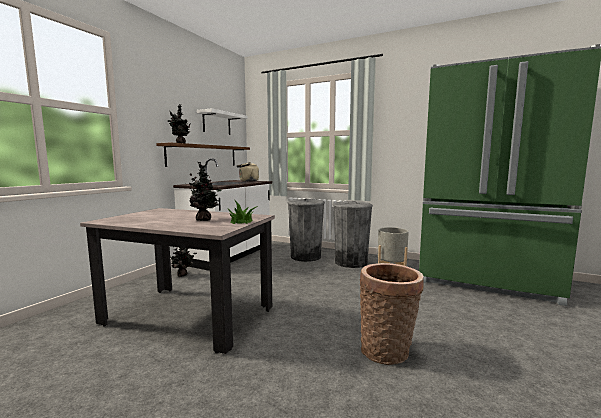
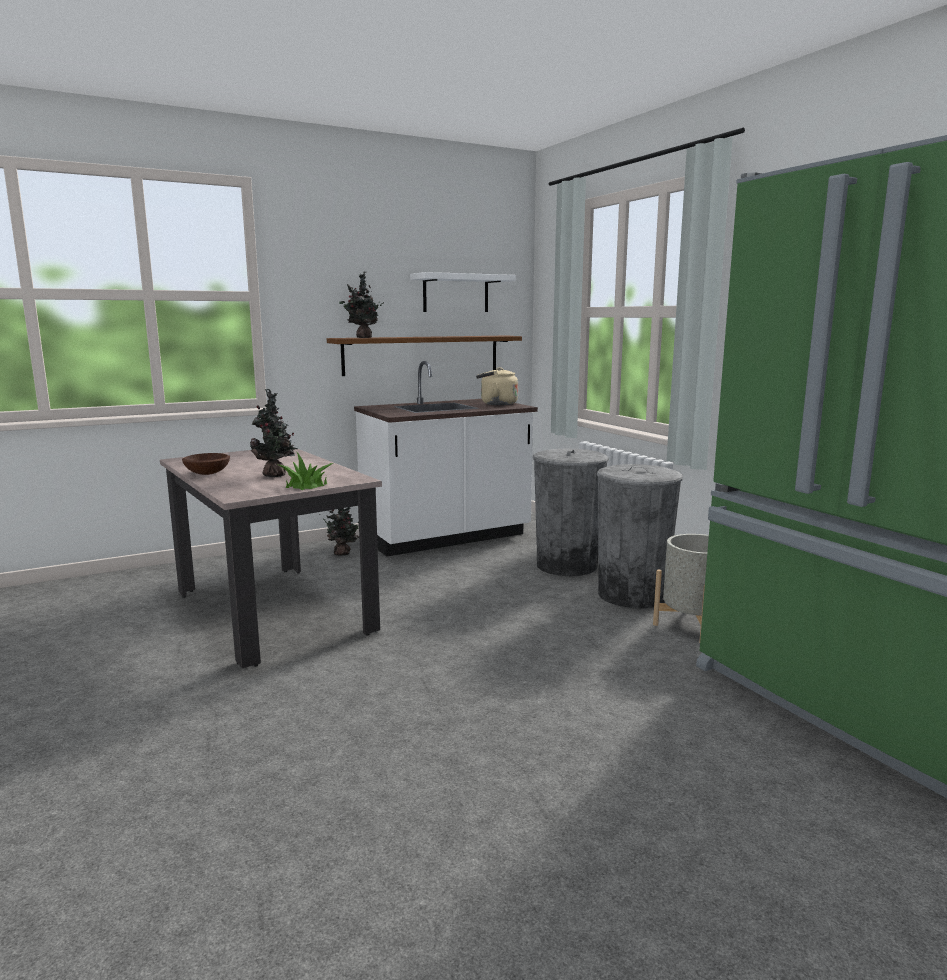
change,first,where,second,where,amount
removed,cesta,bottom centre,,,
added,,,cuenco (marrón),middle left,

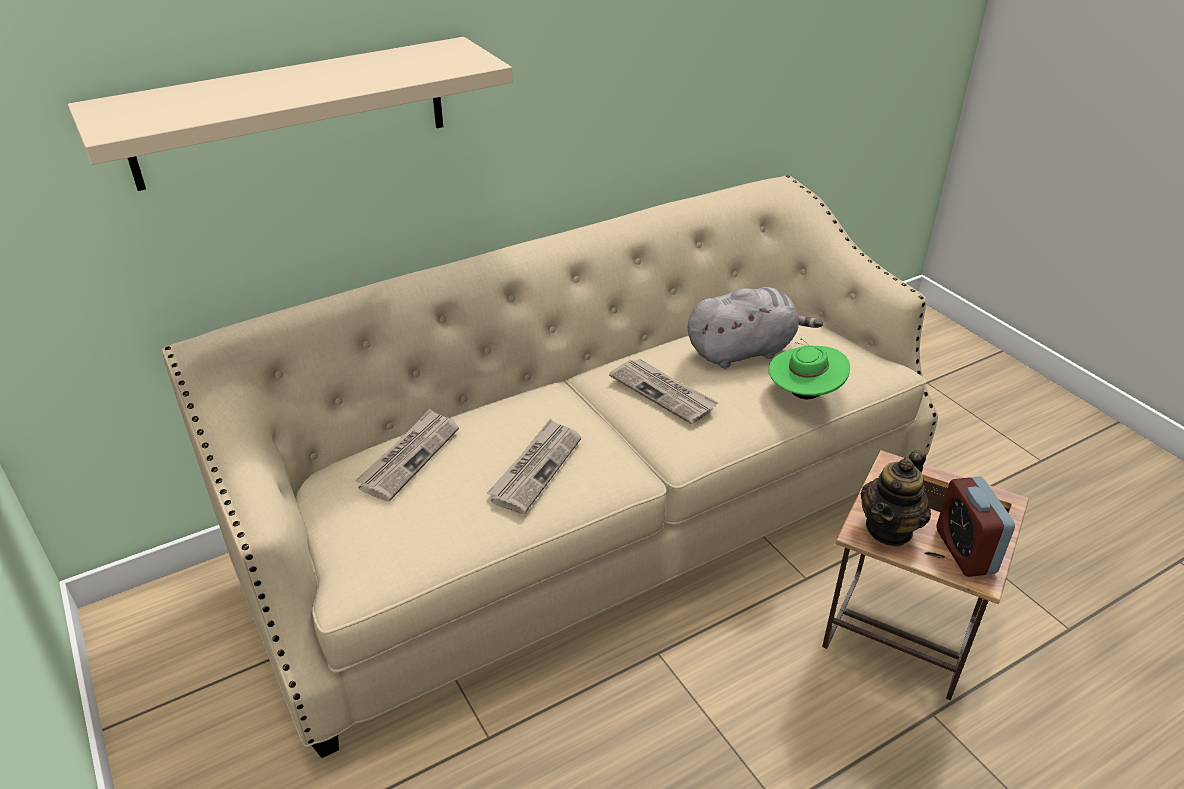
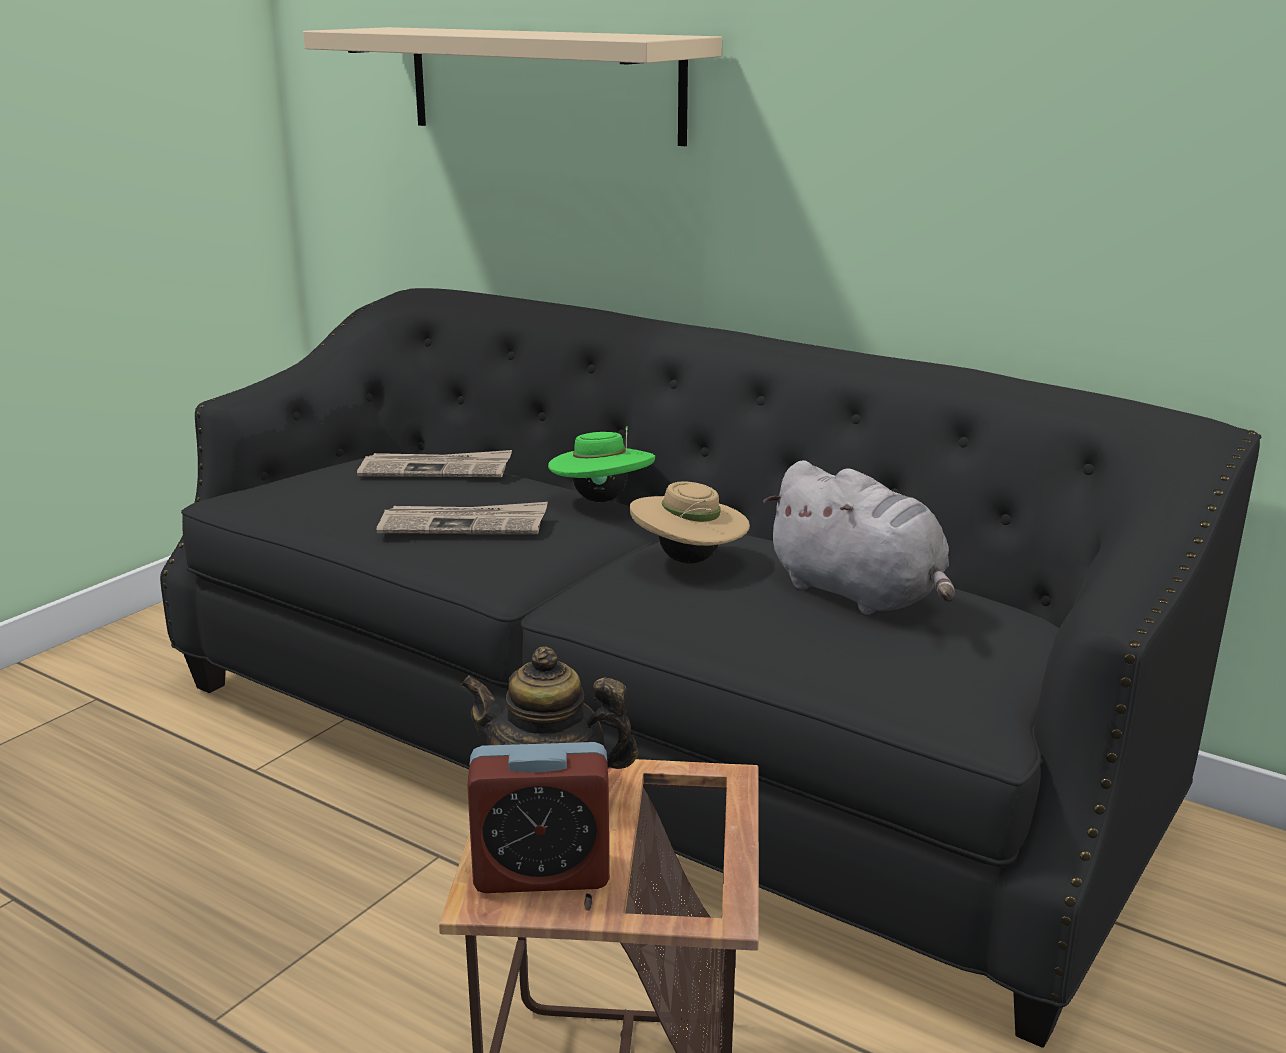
change,first,where,second,where,amount
recoloured,sofá (beis),centre,sofá (negro),centre,
replaced,periódico (3rd from left),centre,sombrero (beis),centre,
moved,sombrero (verde),middle right,,centre,
turned,despertador,bottom right,,bottom centre,150 degrees counterclockwise

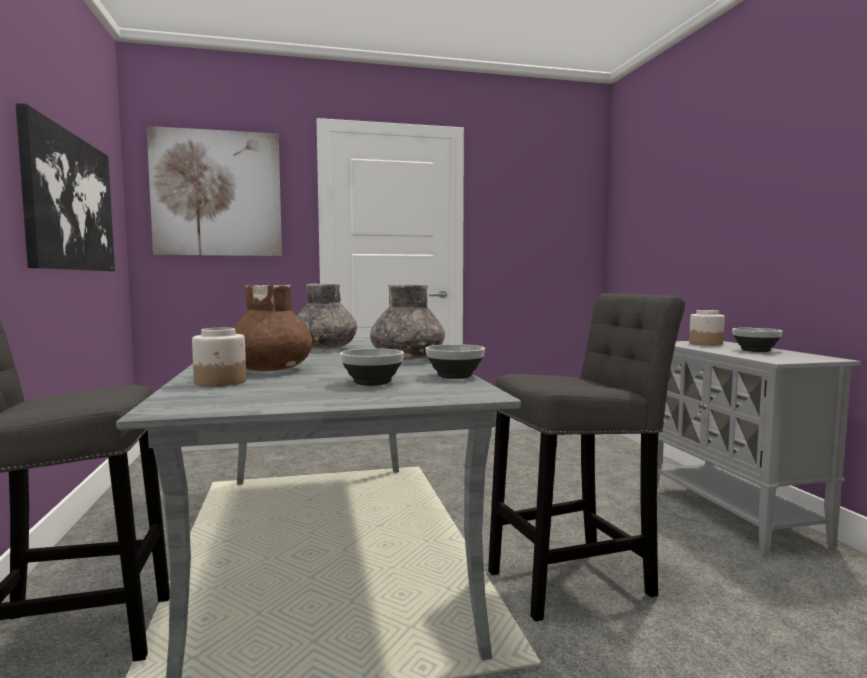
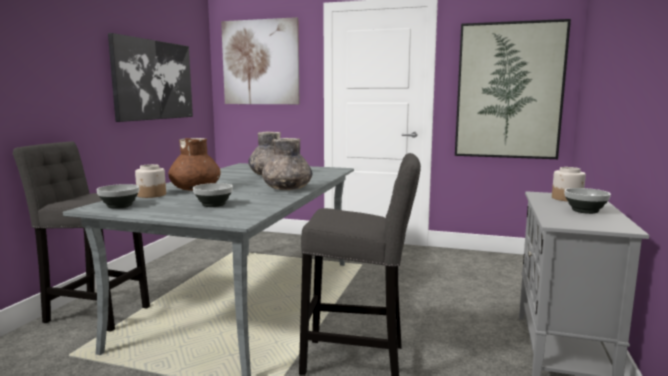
change,first,where,second,where,amount
moved,cuenco (2nd from left in the first image),centre,cuenco (1st from left),middle left,
added,,,cuadro (3rd from left),top right,

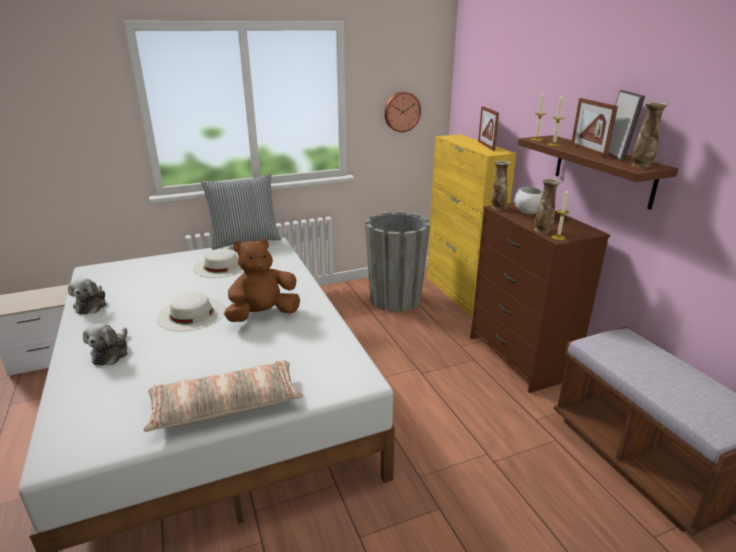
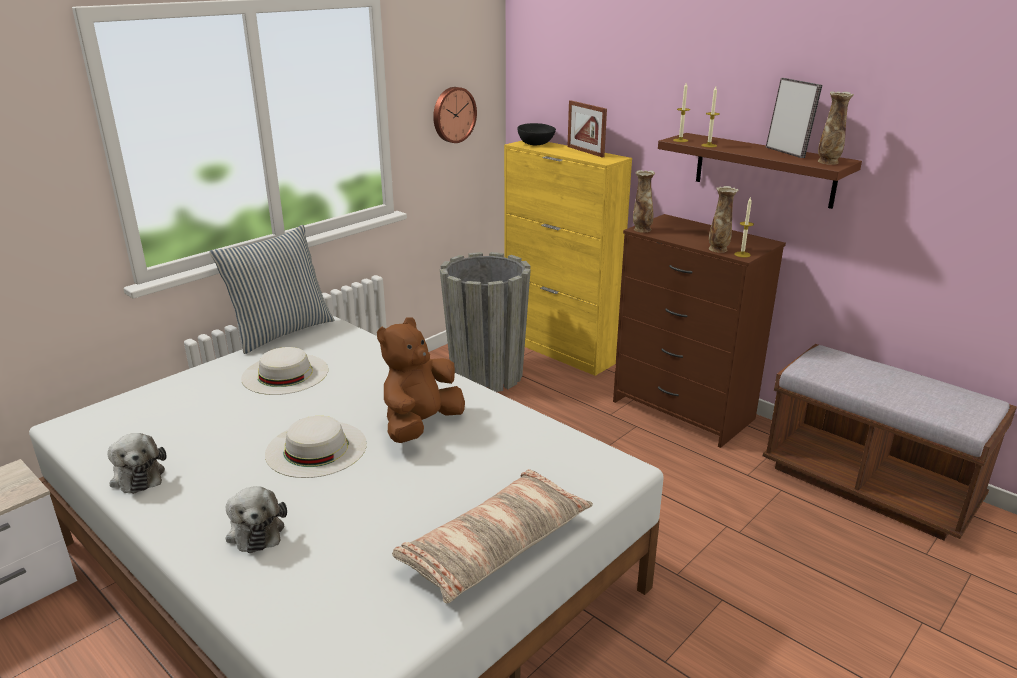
change,first,where,second,where,amount
removed,cuenco (blanco),middle right,,,
removed,portarretratos (2nd from left),top right,,,
added,,,cuenco (negro),top centre,

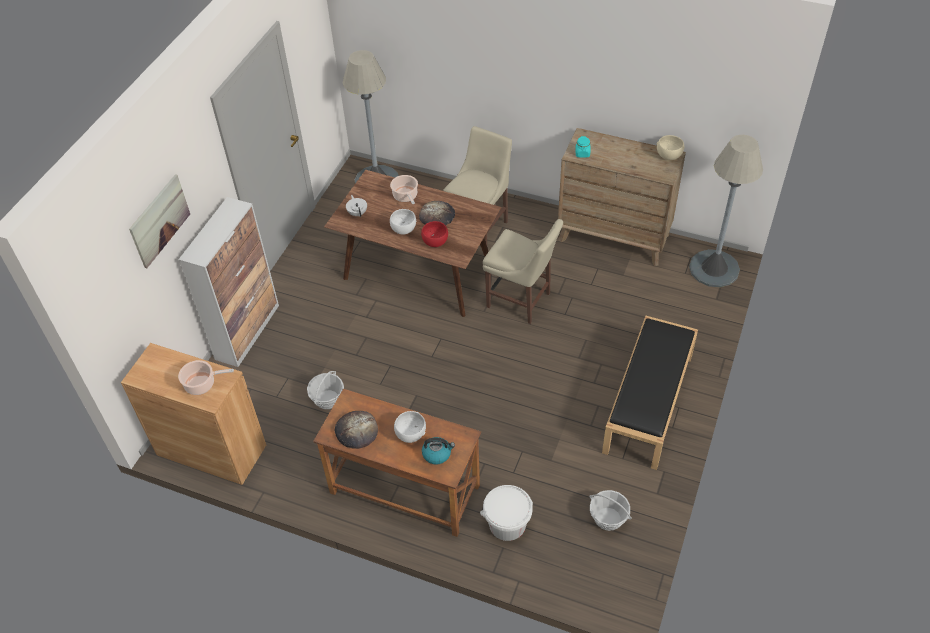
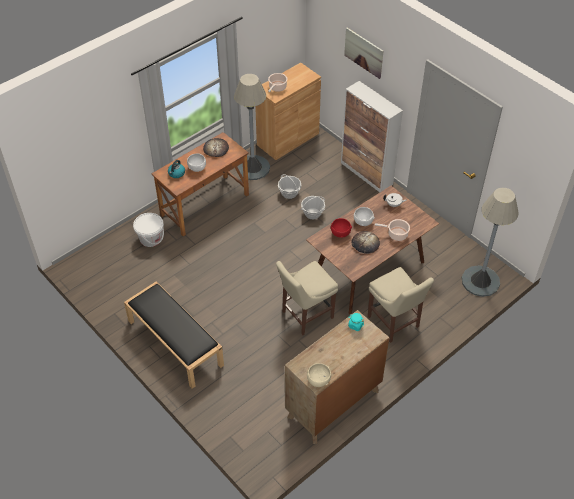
change,first,where,second,where,amount
moved,cesta (2nd from left),bottom centre,,centre,
moved,lámpara de pie (gris) (2nd from left in the first image),middle right,lámpara de pie (gris) (1st from left),top centre,

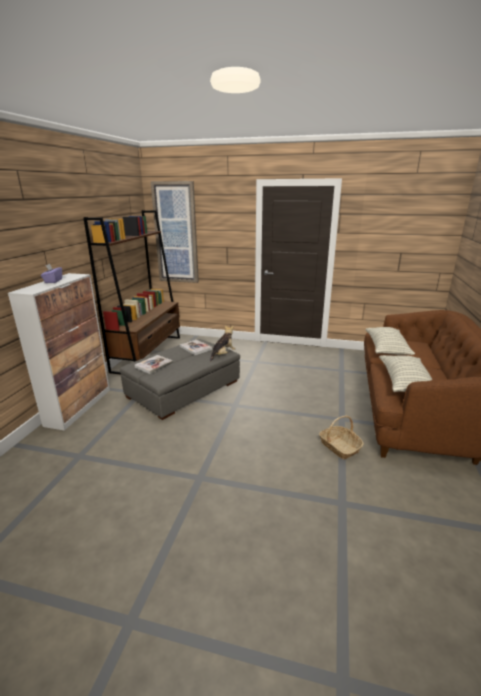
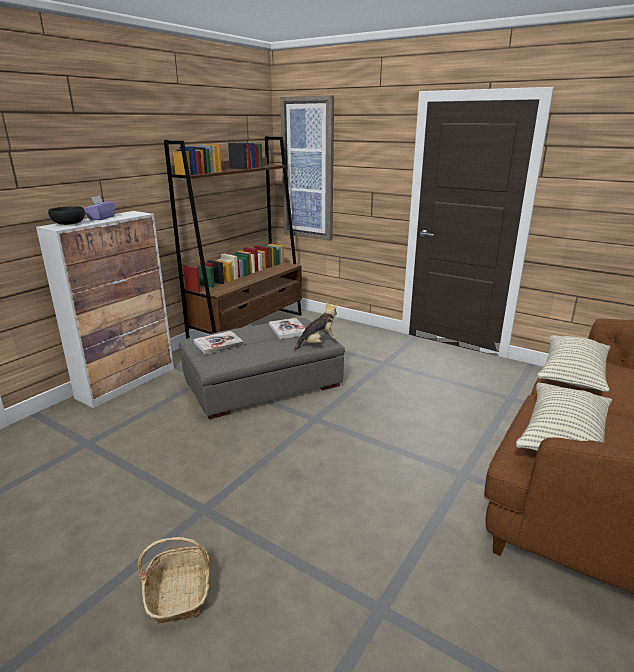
change,first,where,second,where,amount
moved,cesta,middle right,,bottom left,
added,,,cuenco (negro),top left,

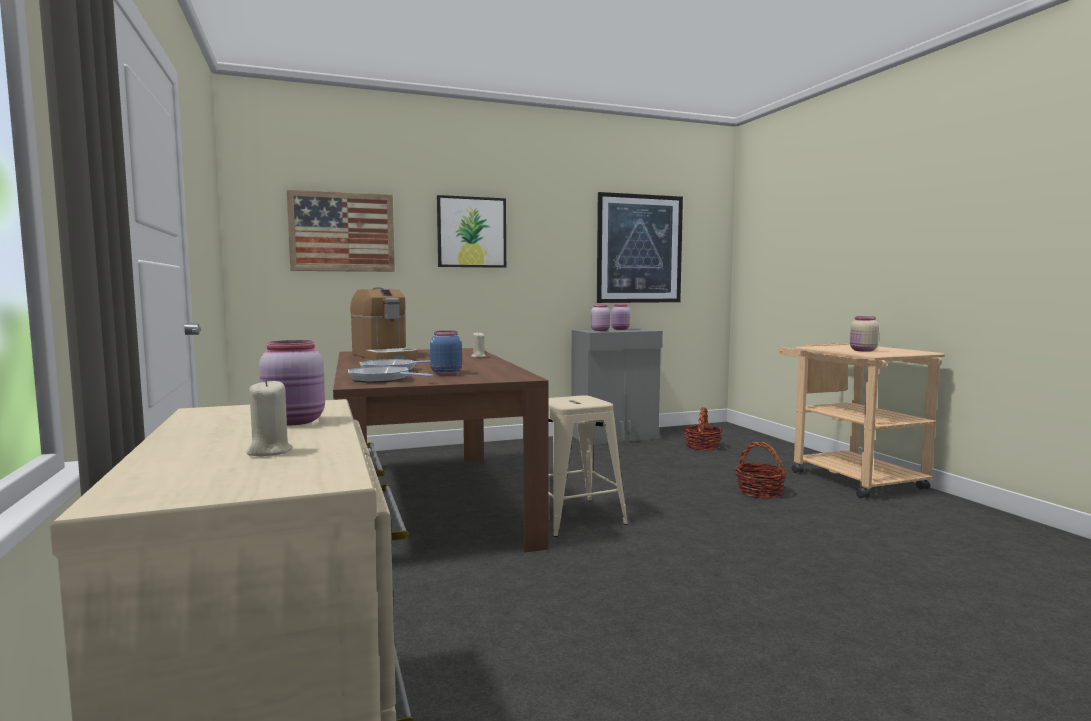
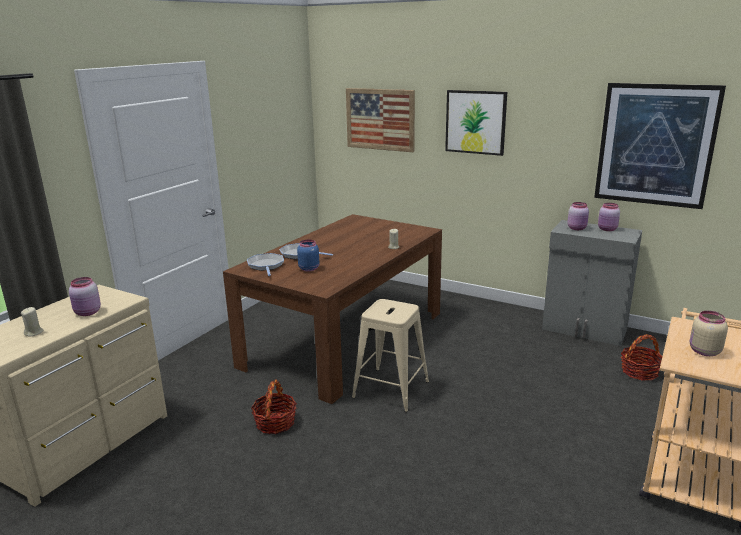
change,first,where,second,where,amount
removed,cafetera,centre,,,
moved,cesta (2nd from left in the first image),middle right,cesta (1st from left),bottom centre,

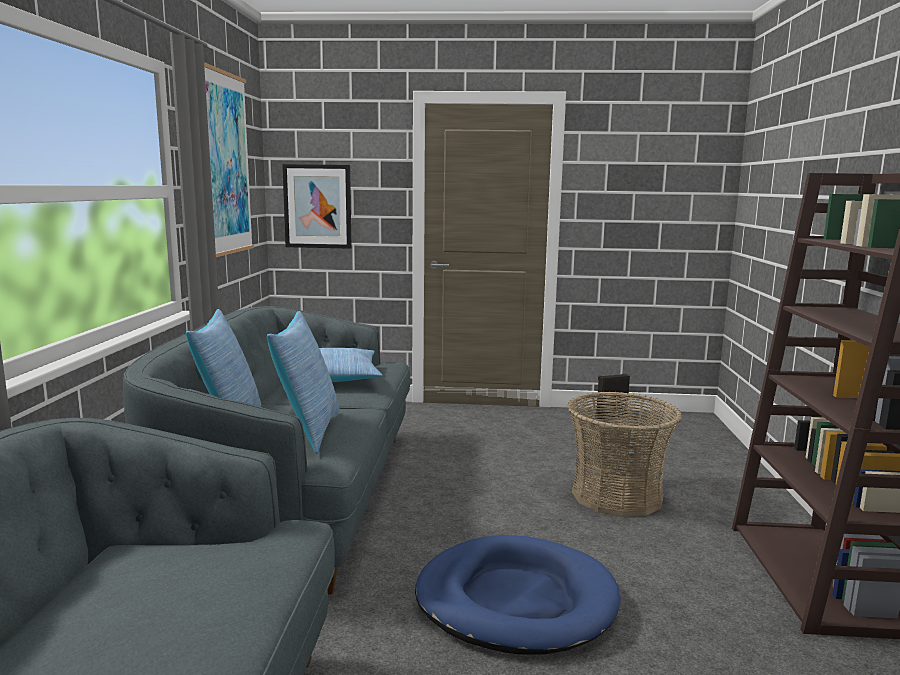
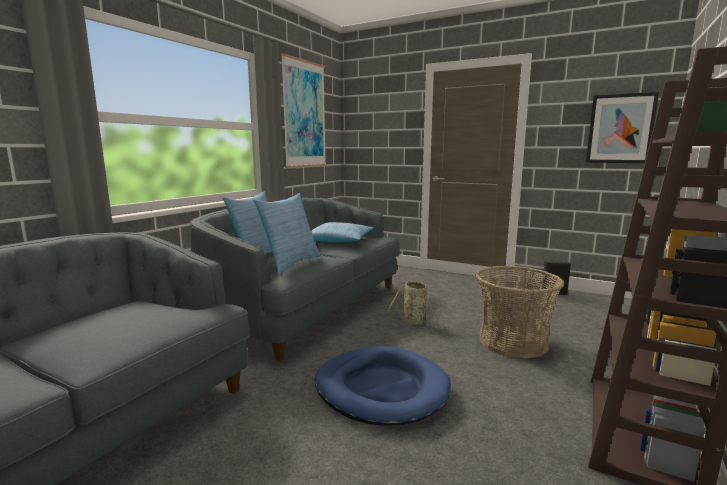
change,first,where,second,where,amount
moved,cuadro (2nd from left),top centre,,top right,
added,,,cesta (1st from left),centre,

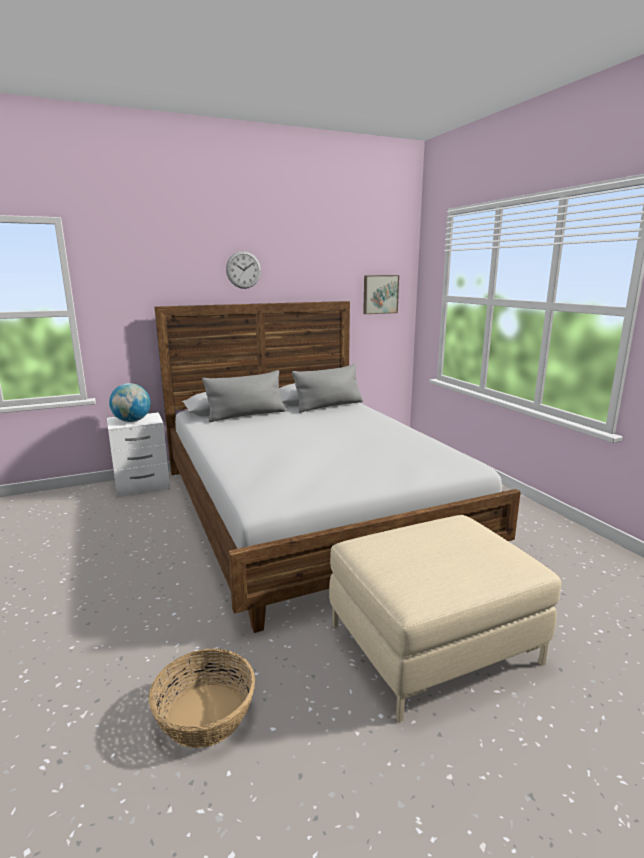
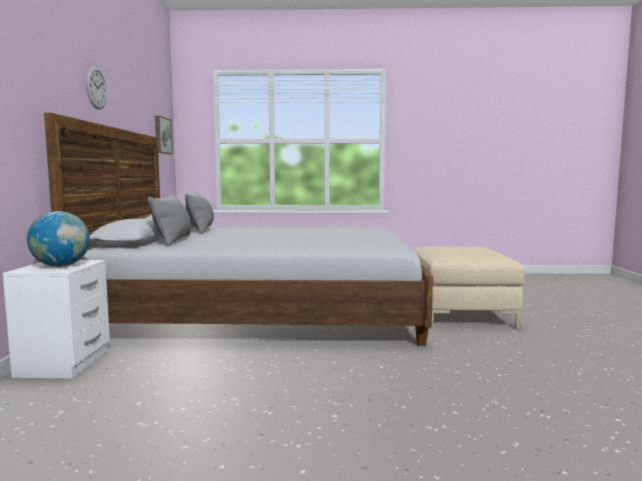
change,first,where,second,where,amount
removed,cesta,bottom left,,,

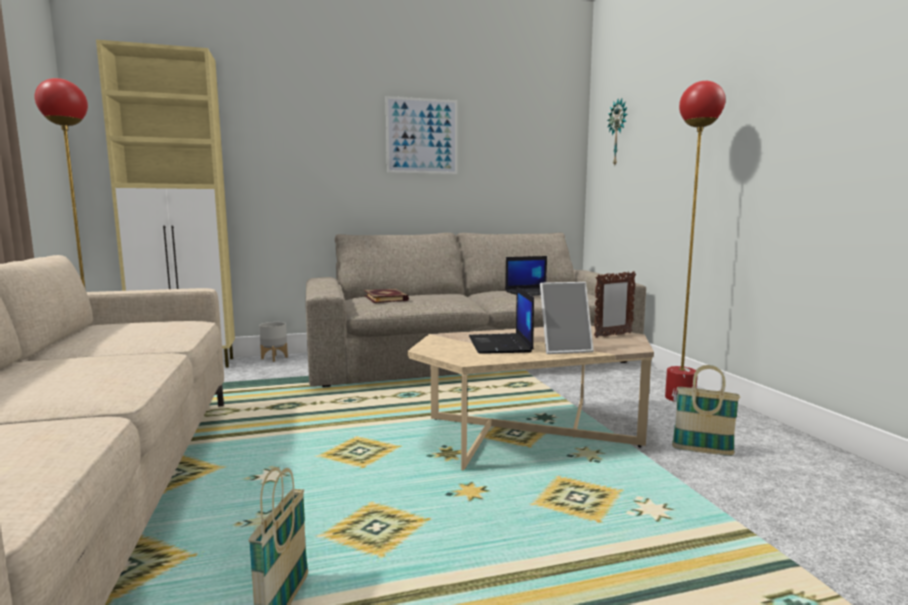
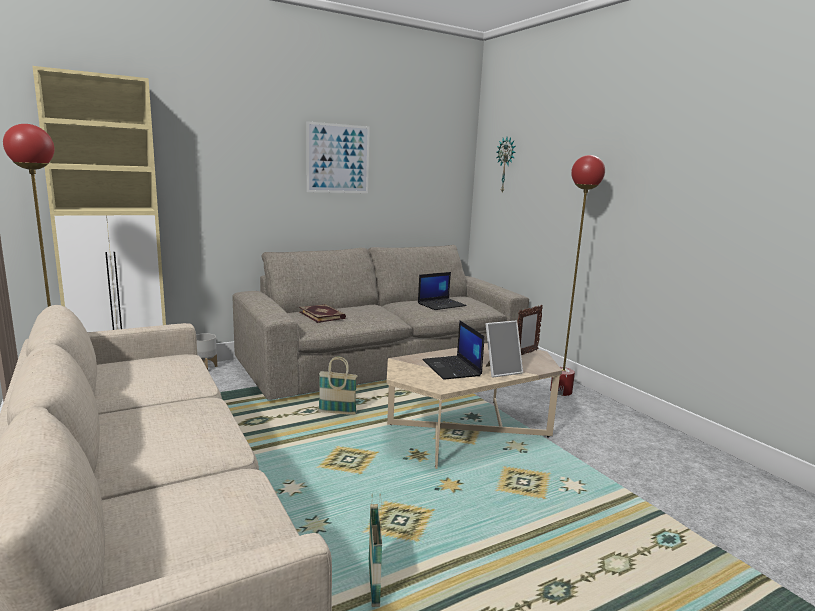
change,first,where,second,where,amount
moved,cesta (2nd from left in the first image),bottom right,cesta (1st from left),centre,

